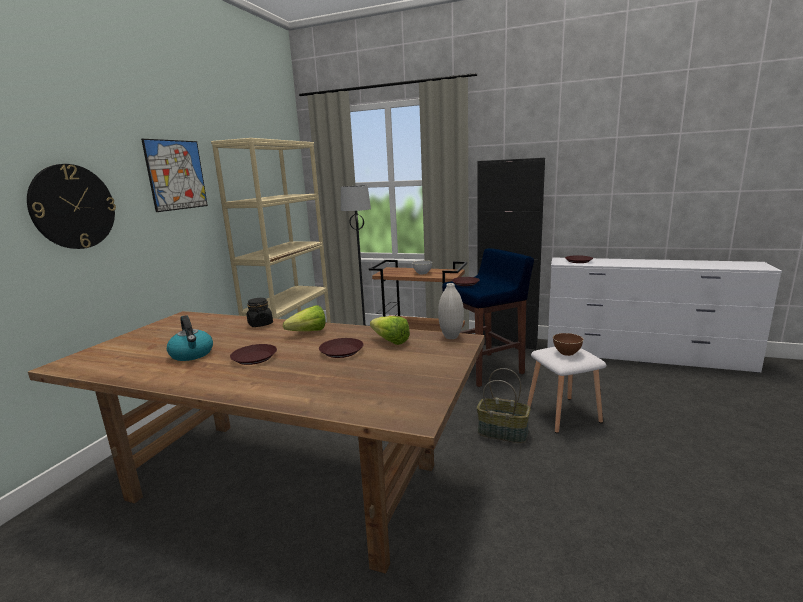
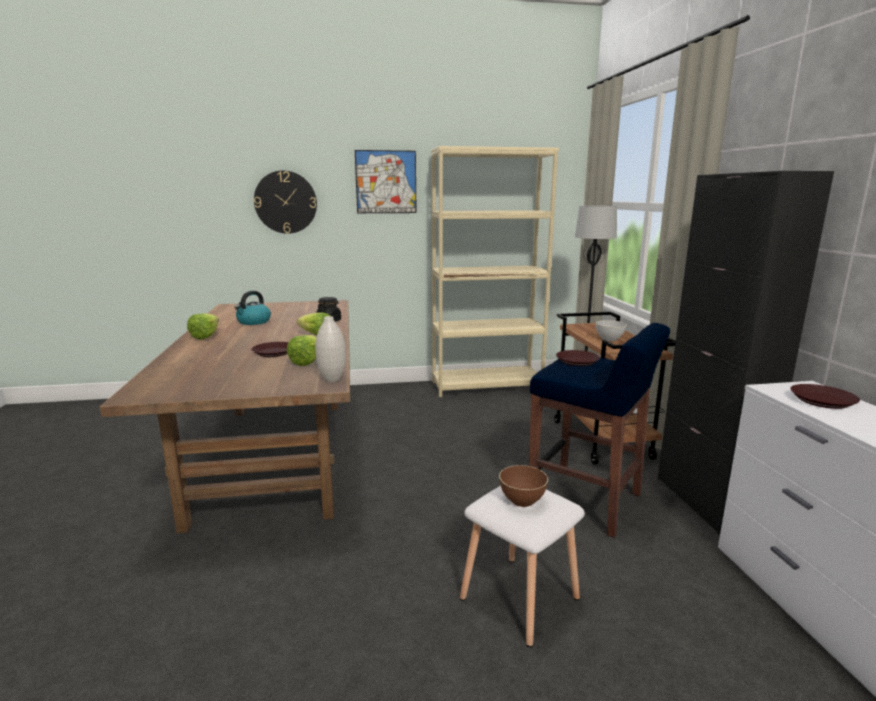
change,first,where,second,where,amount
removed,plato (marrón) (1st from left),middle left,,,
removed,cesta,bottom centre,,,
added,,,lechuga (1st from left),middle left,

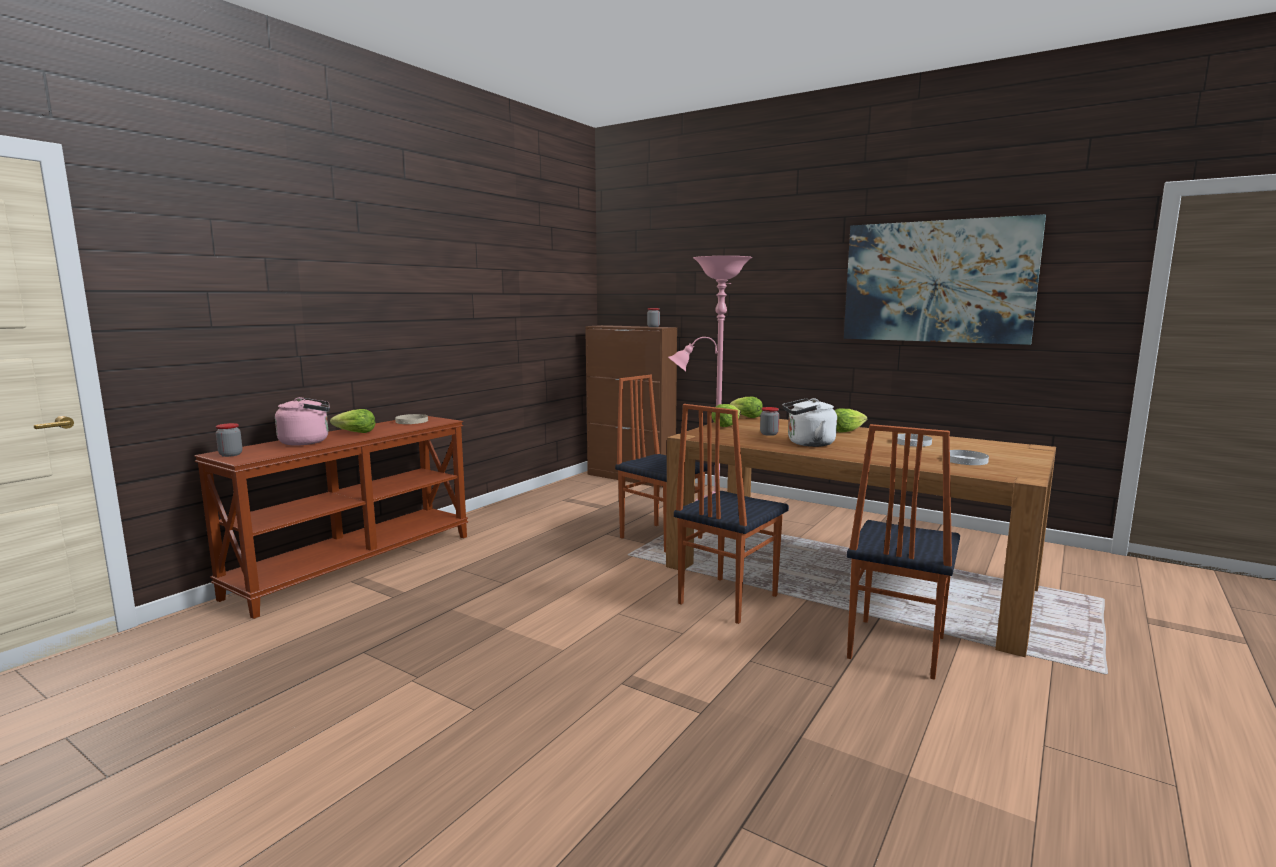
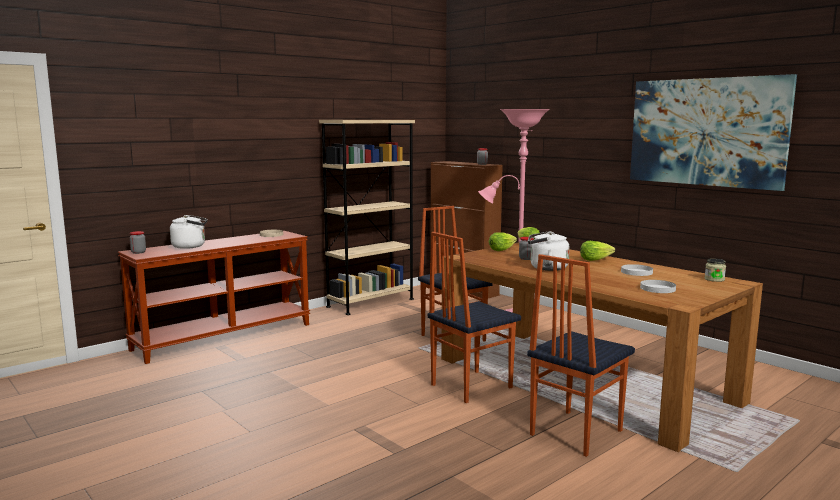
change,first,where,second,where,amount
recoloured,hervidor (rosa),middle left,hervidor (blanco) (1st from left),middle left,
removed,lechuga (1st from left),middle left,,,
added,,,estantería (beis),centre,
added,,,tarro (4th from left),middle right,

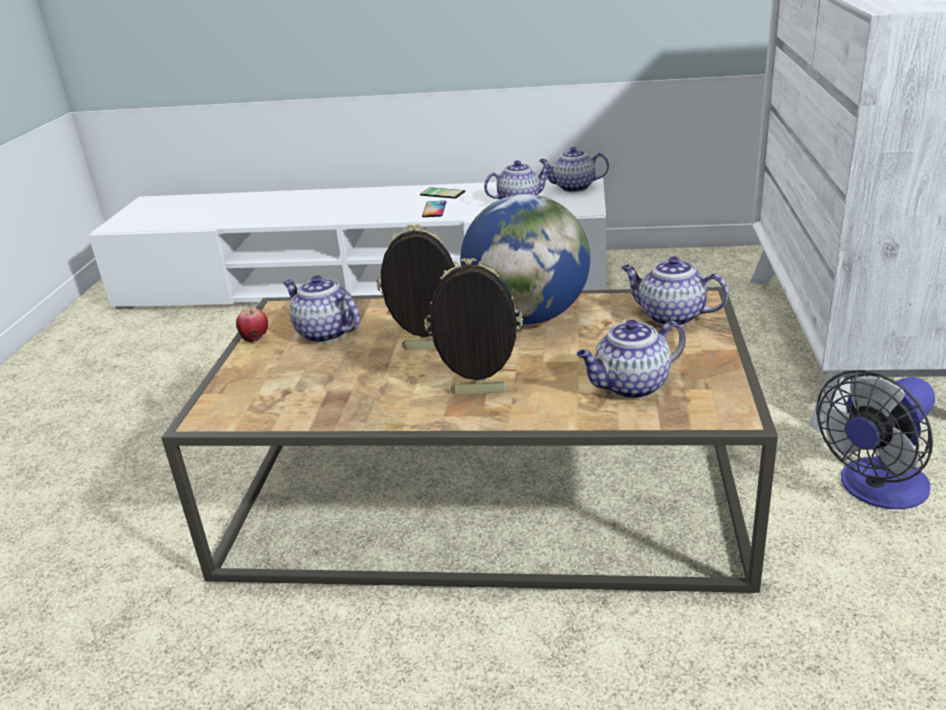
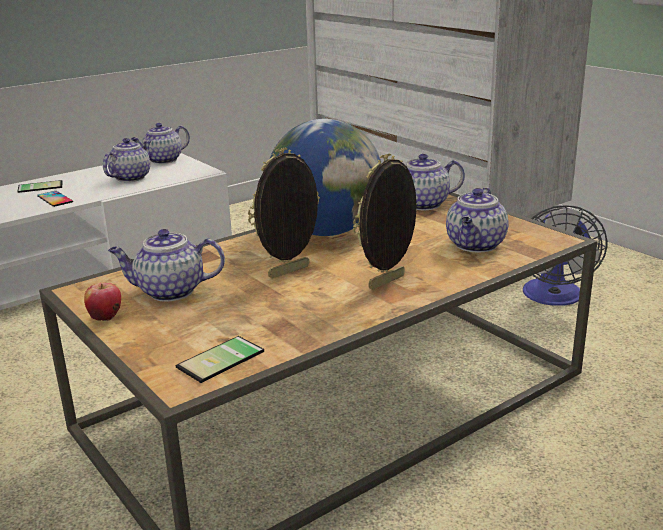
change,first,where,second,where,amount
added,,,móvil (3rd from left),bottom left,

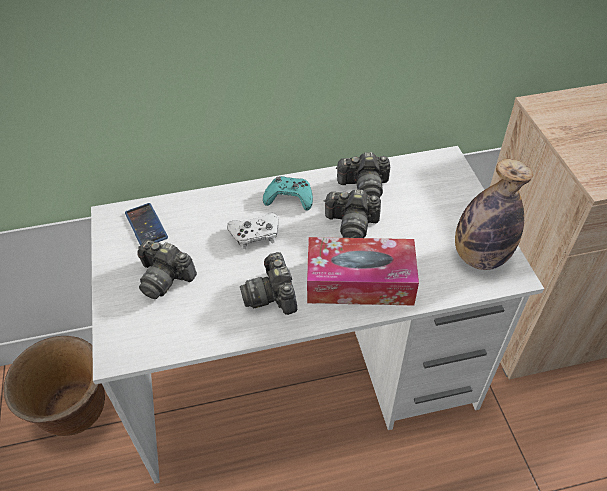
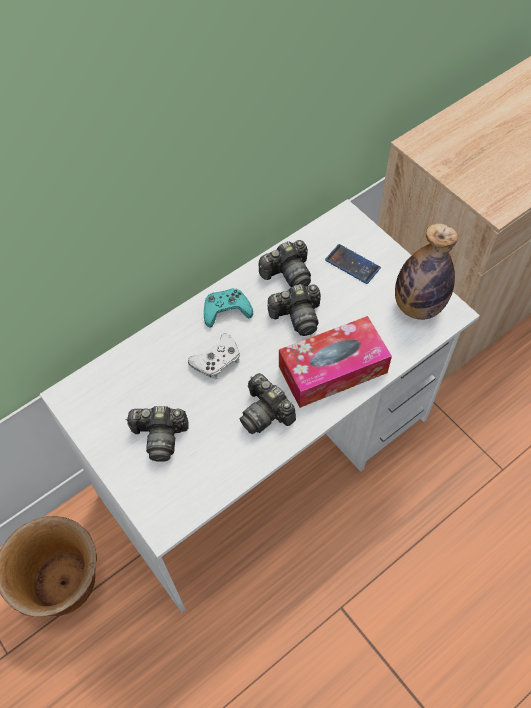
change,first,where,second,where,amount
moved,móvil,middle left,,centre,

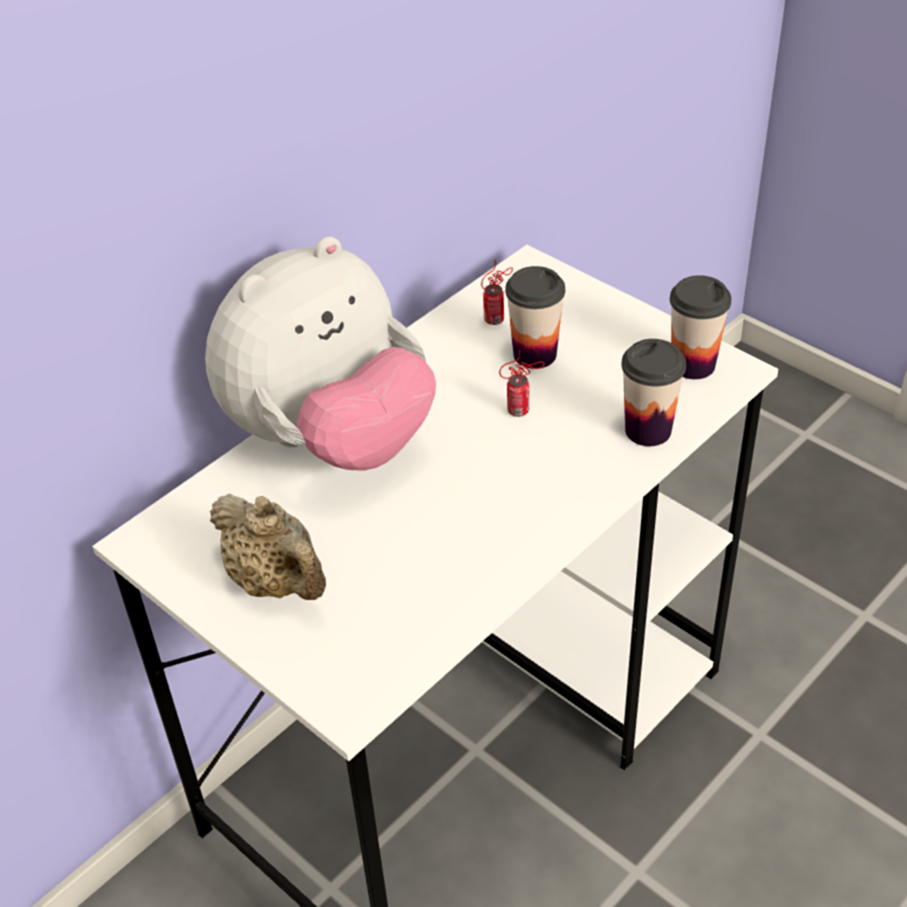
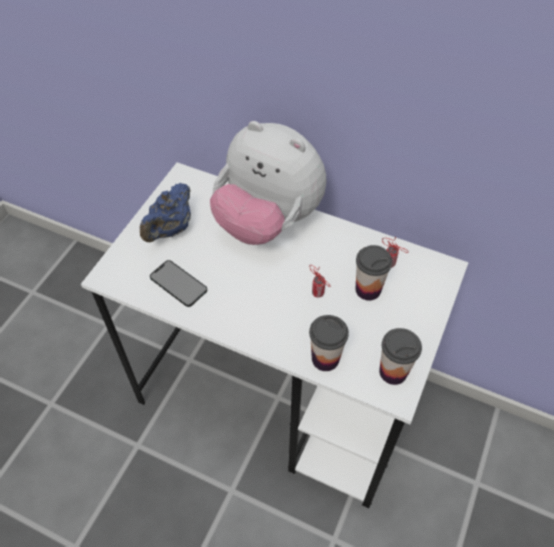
change,first,where,second,where,amount
recoloured,tetera (beis),middle left,tetera (azul),middle left,
added,,,móvil,middle left,

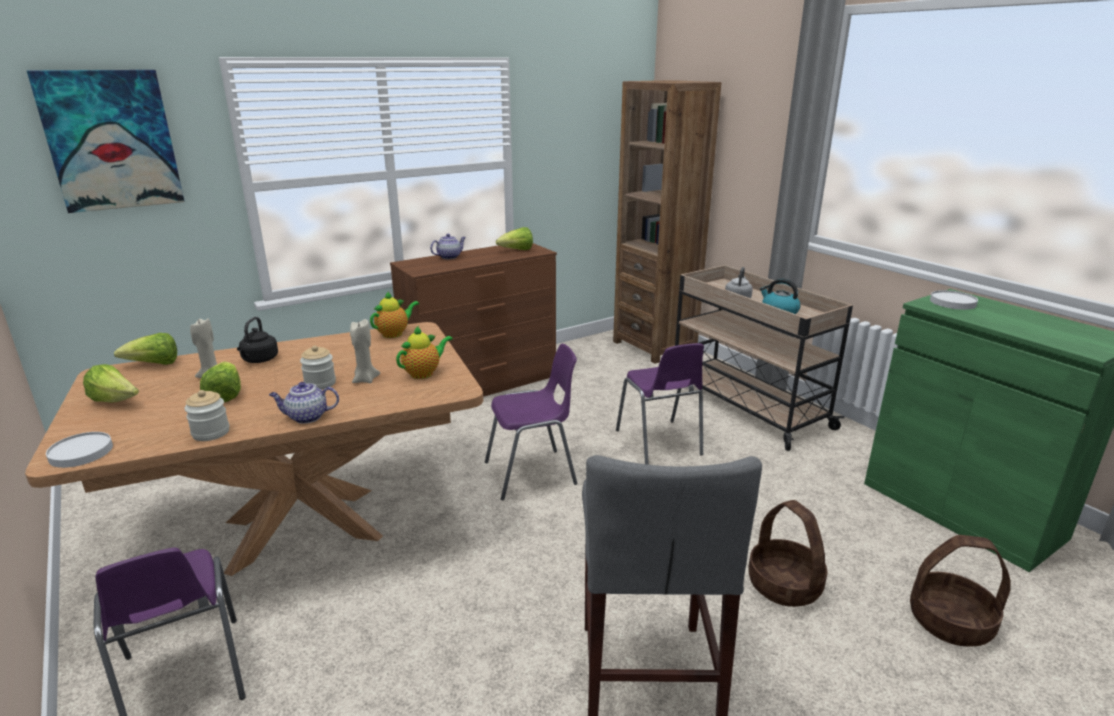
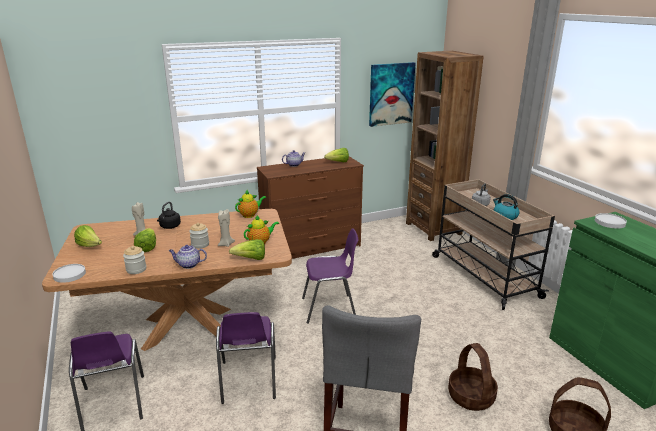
change,first,where,second,where,amount
moved,cuadro,top left,,top centre,
moved,lechuga (2nd from left in the first image),middle left,lechuga (3rd from left),centre,
moved,silla (morado) (3rd from left in the first image),centre,silla (morado) (2nd from left),bottom centre,

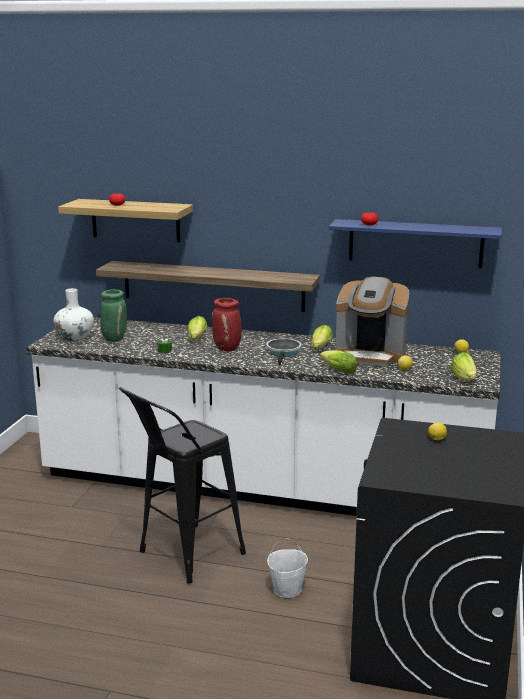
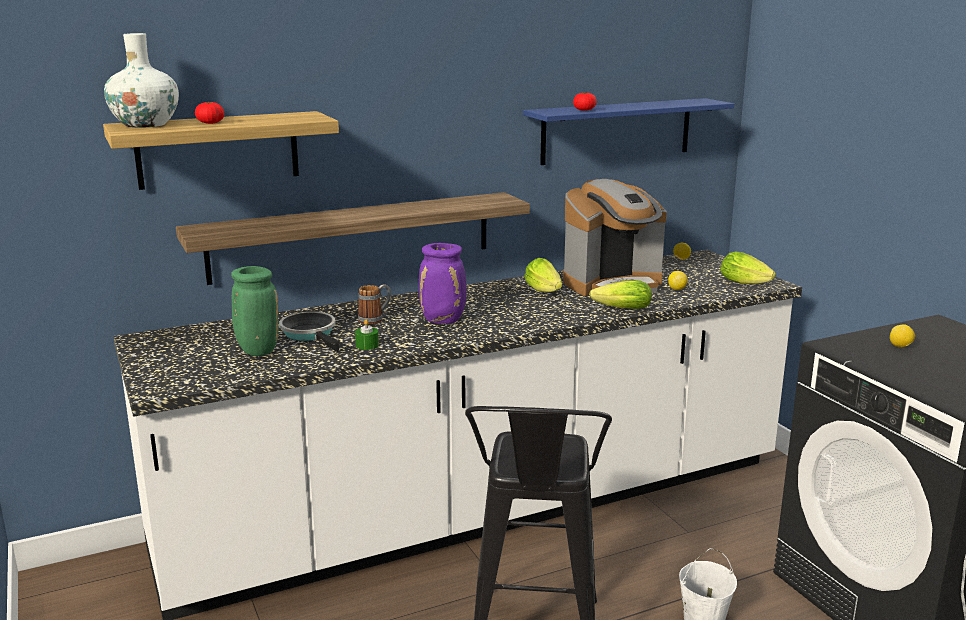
change,first,where,second,where,amount
moved,florero (blanco),middle left,,top left,
replaced,lechuga (1st from left),centre,taza grande,centre,
recoloured,florero (rojo),centre,florero (morado),centre,
moved,sartén,centre,,middle left,

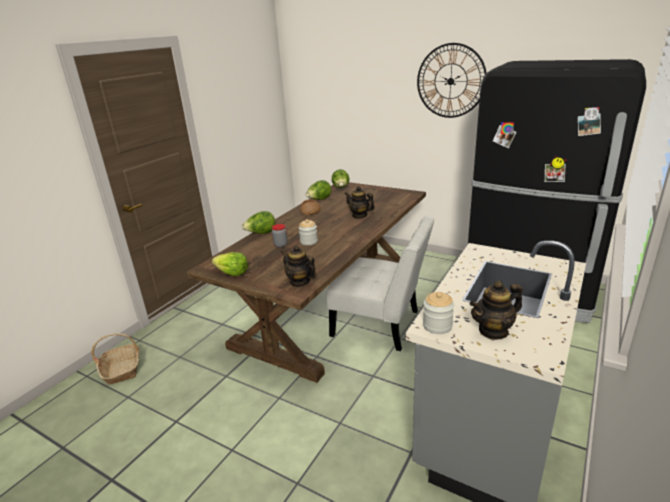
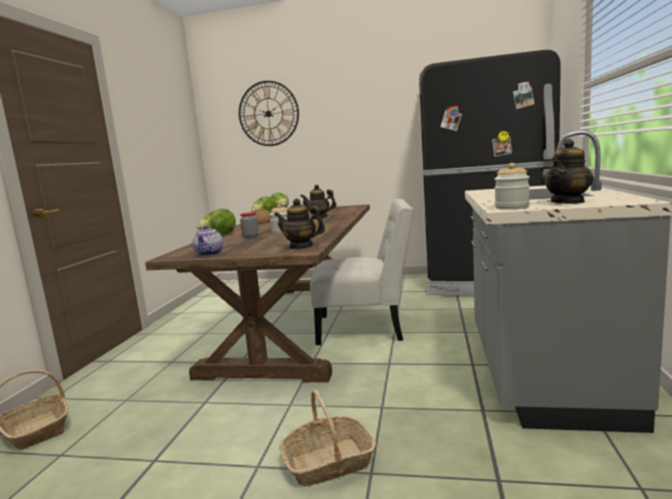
change,first,where,second,where,amount
replaced,lechuga (1st from left),centre,tetera (1st from left),middle left,
moved,reloj de pared,top right,,top centre,
added,,,cesta (2nd from left),bottom centre,

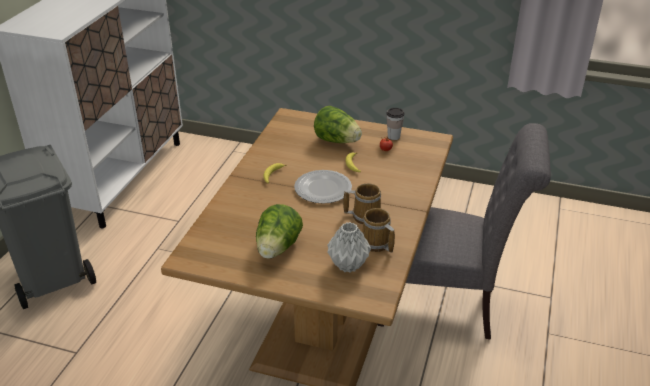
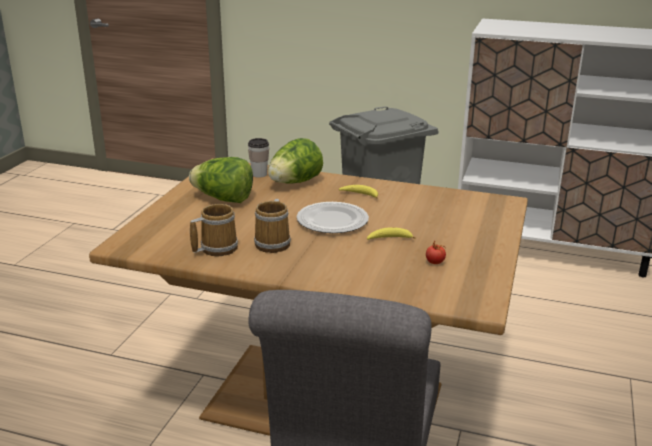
change,first,where,second,where,amount
moved,lechuga (2nd from left),top centre,,centre,
removed,florero (gris),centre,,,
moved,taza,top centre,,centre,

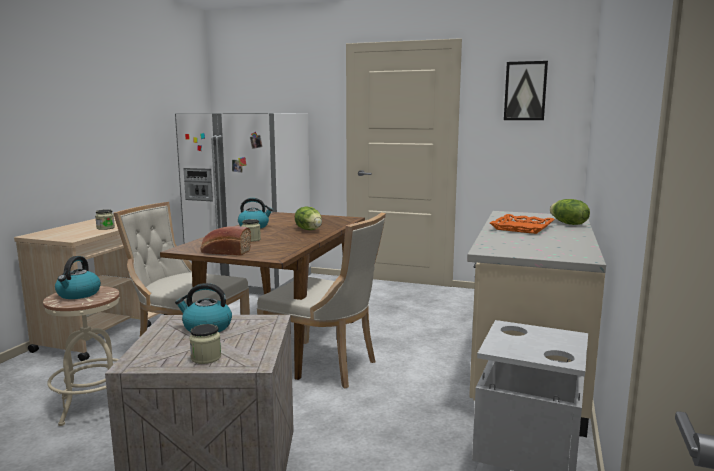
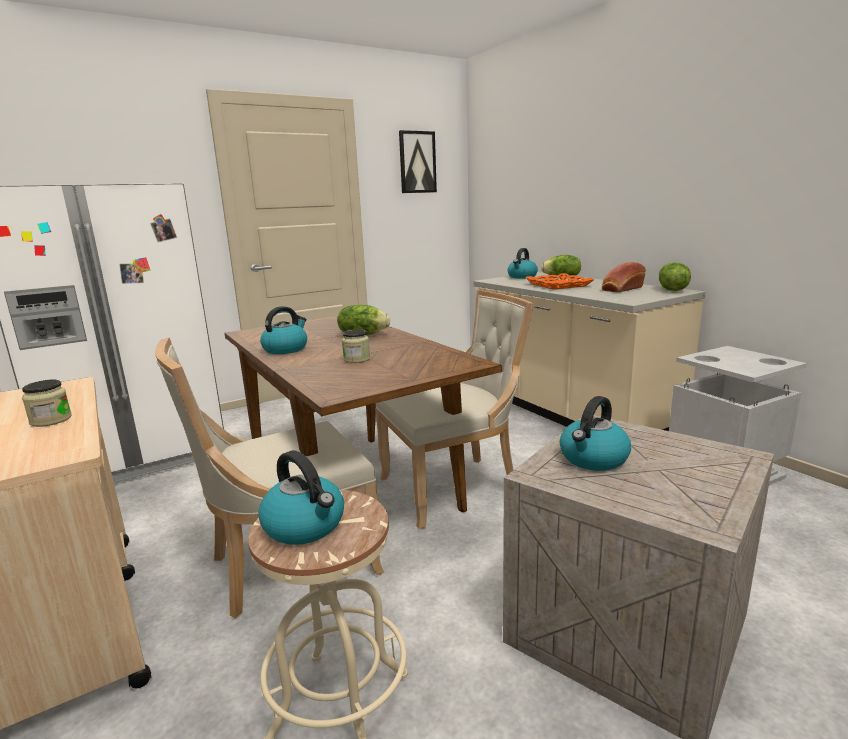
change,first,where,second,where,amount
removed,tarro (2nd from left),bottom left,,,
moved,pan,middle left,,middle right,
added,,,hervidor (3rd from left),centre,
added,,,lechuga (3rd from left),middle right,

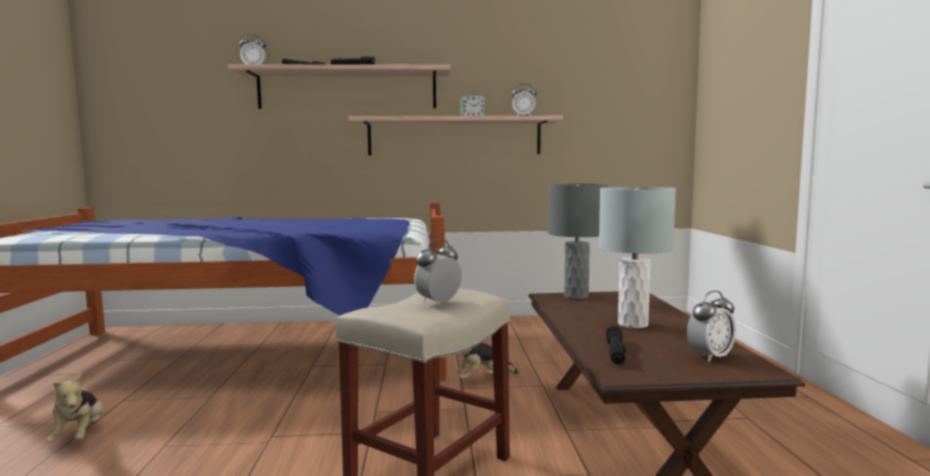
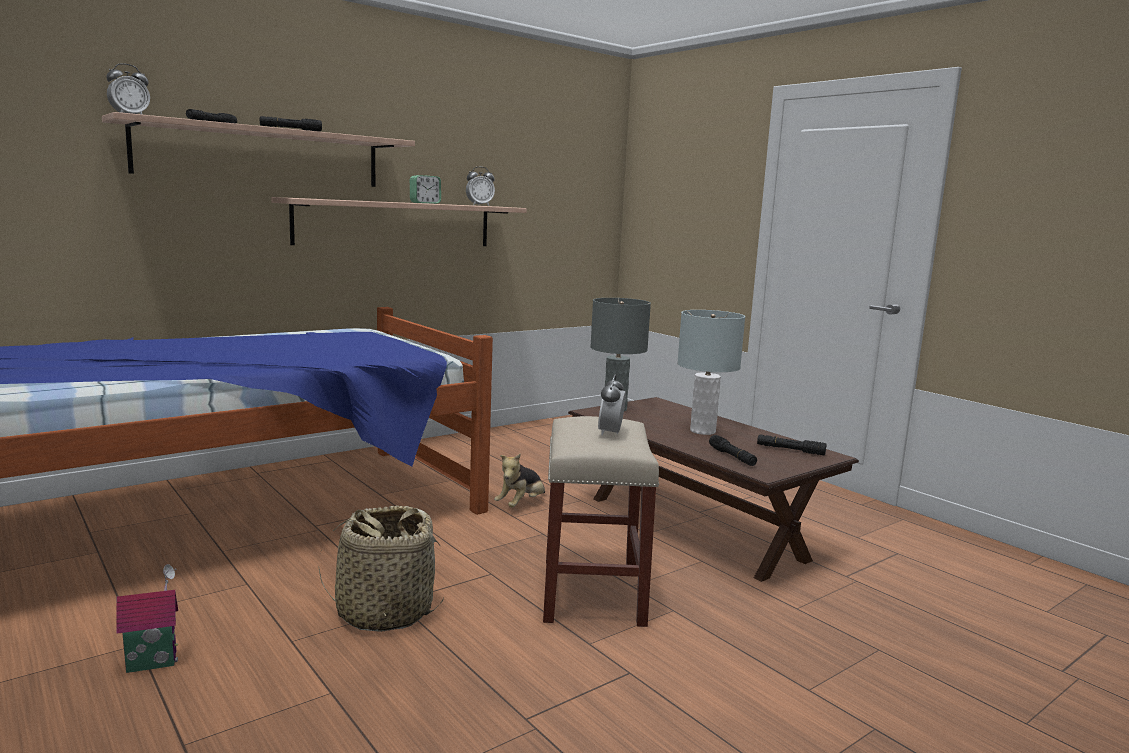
change,first,where,second,where,amount
replaced,peluche (1st from left),bottom left,casita,bottom left,
replaced,despertador (5th from left),bottom right,linterna (negro) (4th from left),middle right,
added,,,cesta,bottom centre,

